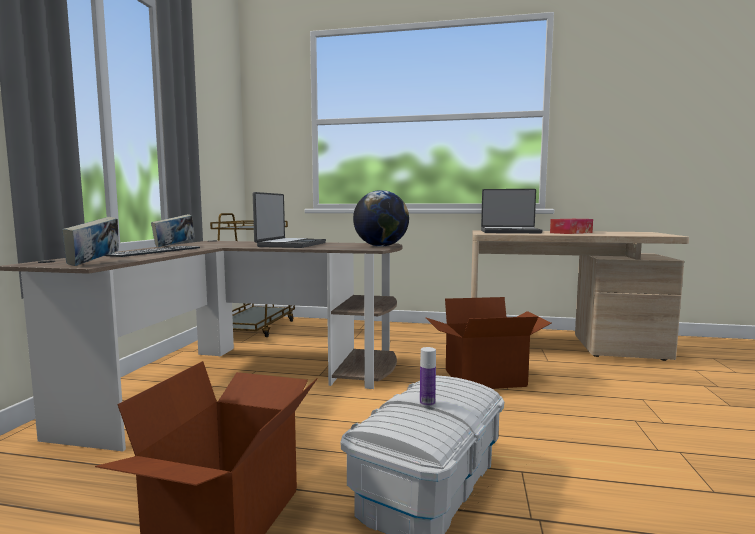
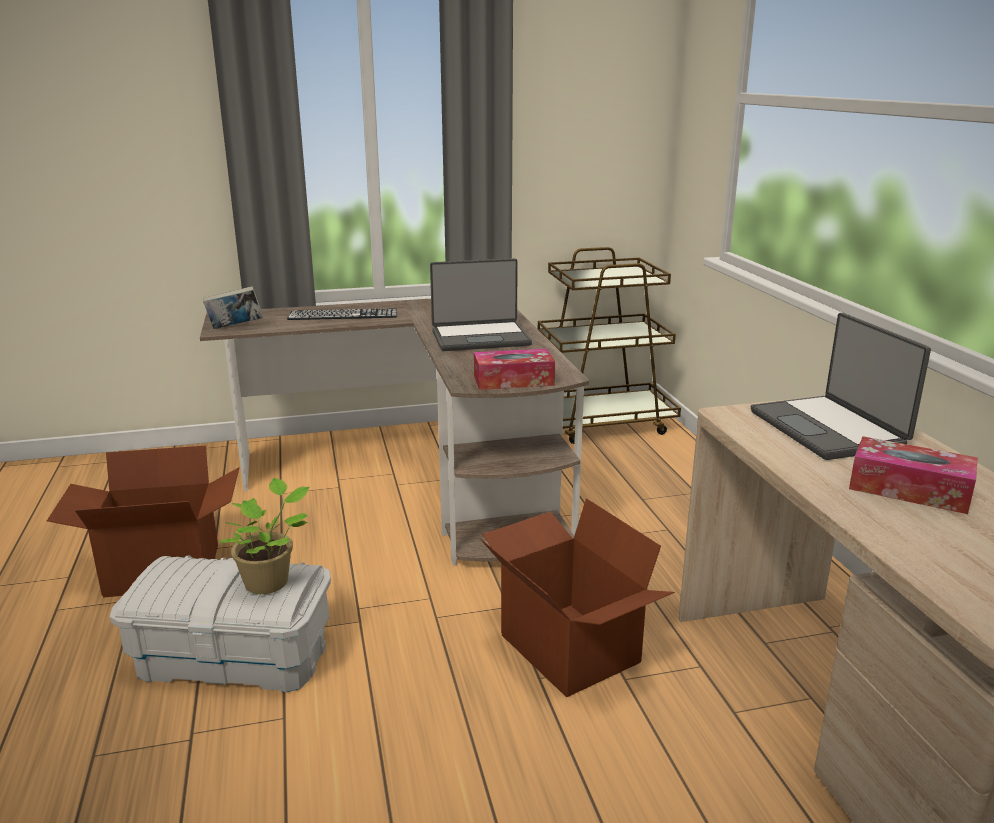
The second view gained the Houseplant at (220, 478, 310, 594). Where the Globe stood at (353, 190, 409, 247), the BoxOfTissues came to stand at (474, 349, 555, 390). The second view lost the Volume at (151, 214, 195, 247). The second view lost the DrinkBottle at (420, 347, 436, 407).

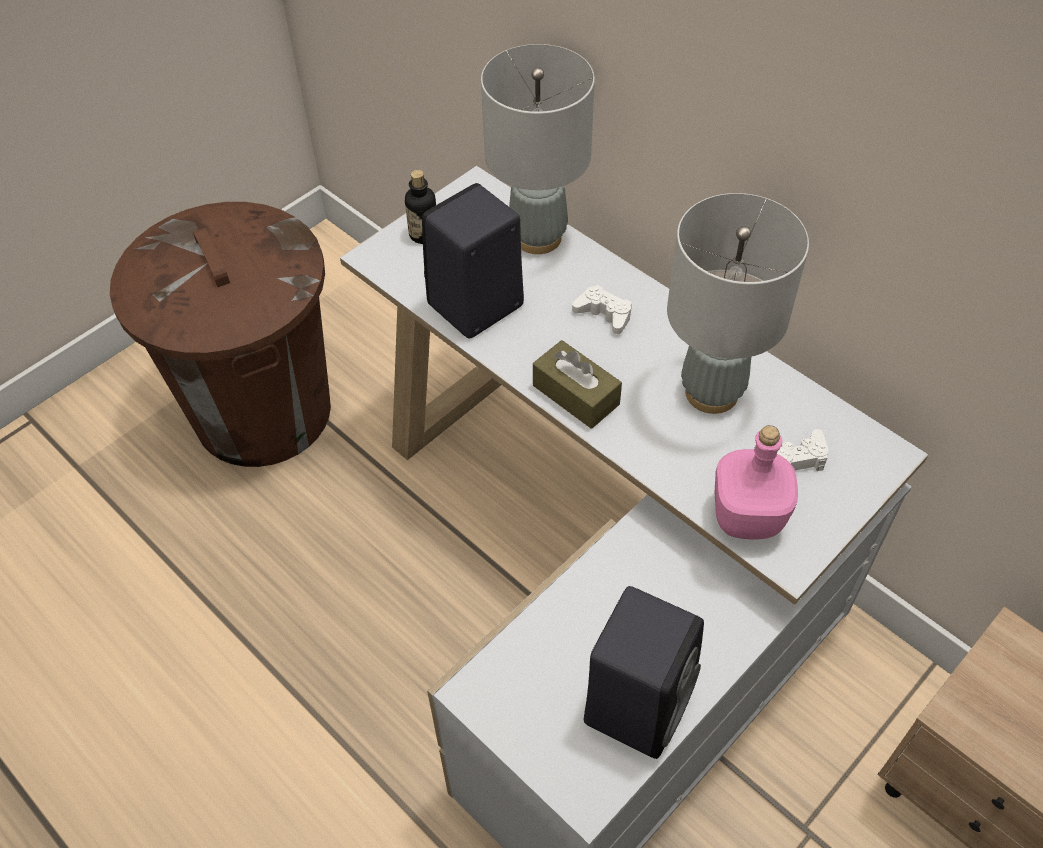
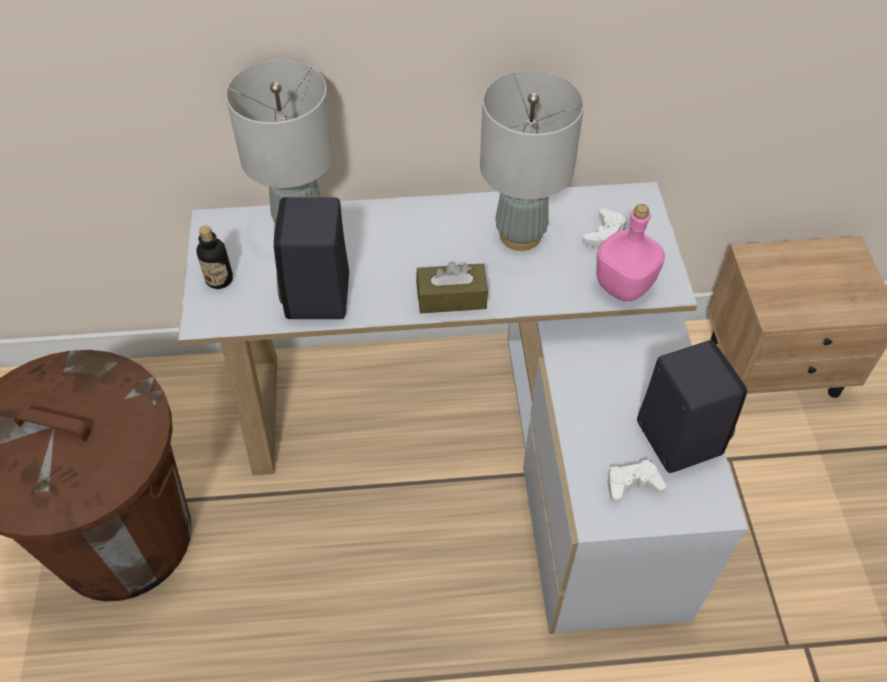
The WhiteColouredJoypad ended up elsewhere, having gone from (572, 285, 632, 334) to (607, 460, 666, 503).

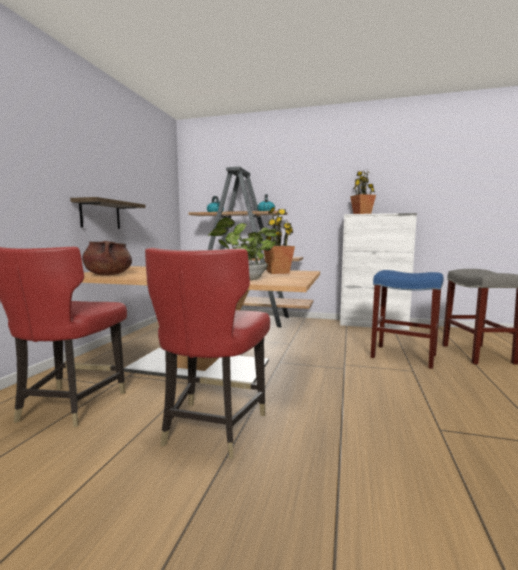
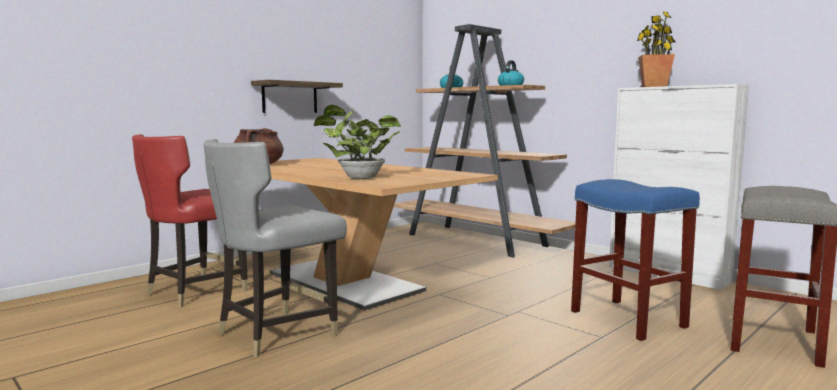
What was the RedColouredUprightChair at (145, 248, 270, 459) turned into the GreyishUprightChair at (203, 139, 347, 357). The second view lost the Houseplant at (263, 207, 295, 274).

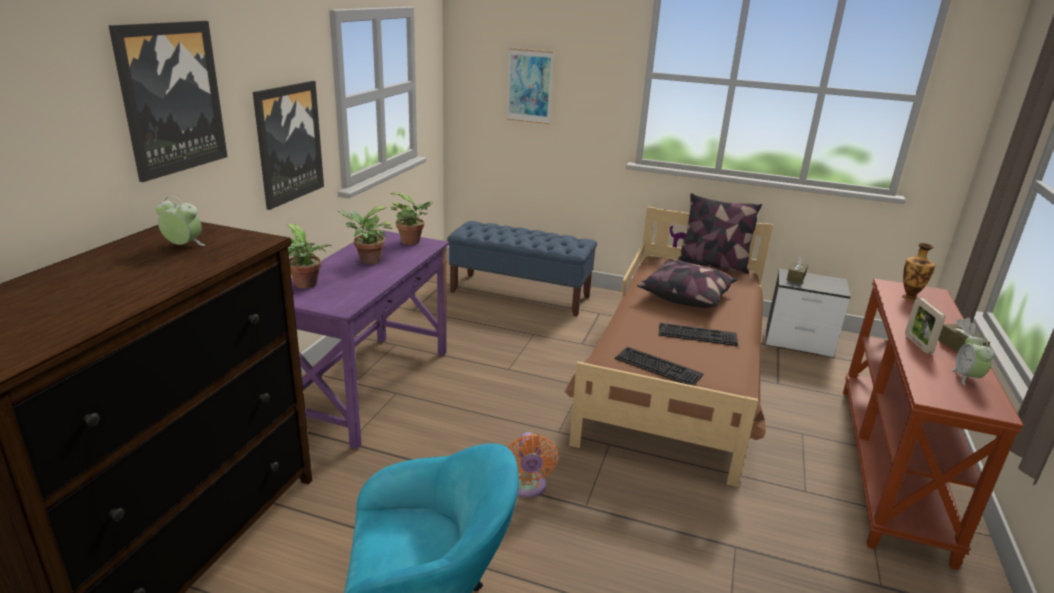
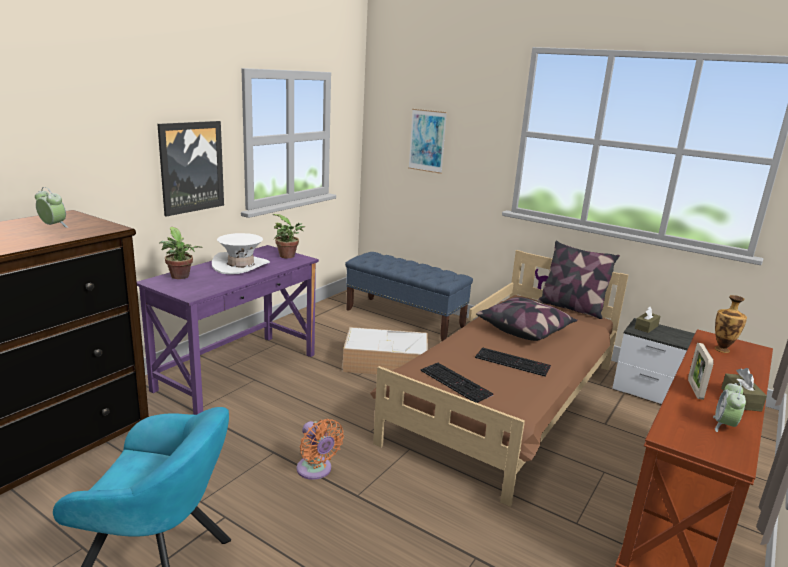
Where the Houseplant stood at (338, 206, 393, 264), the WhiteColouredClothingHat came to stand at (212, 233, 270, 274). The OrangeyCoolingFan at (508, 432, 558, 498) ended up facing another way, 45 degrees counterclockwise from before. The second view gained the StorageBox at (343, 327, 428, 374). The second view lost the WallArt at (108, 21, 227, 182).

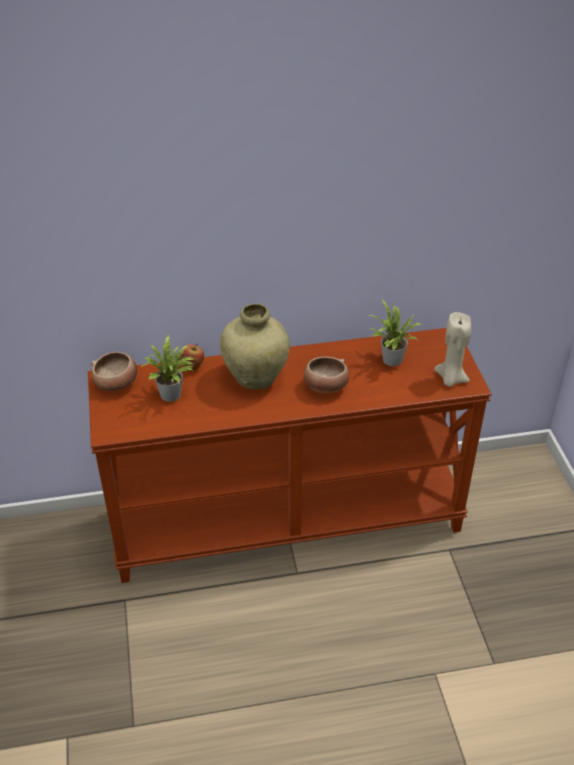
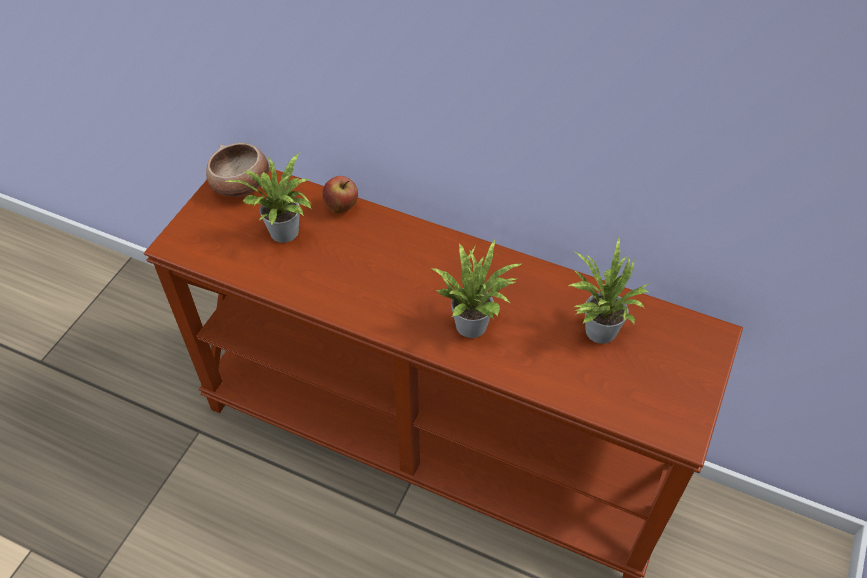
Where the Bowl stood at (304, 357, 349, 393), the Houseplant came to stand at (431, 239, 521, 338). The second view lost the BeigeColouredDecorativeVase at (220, 304, 290, 390). The second view lost the BeigeColouredWaxLight at (434, 312, 471, 387).

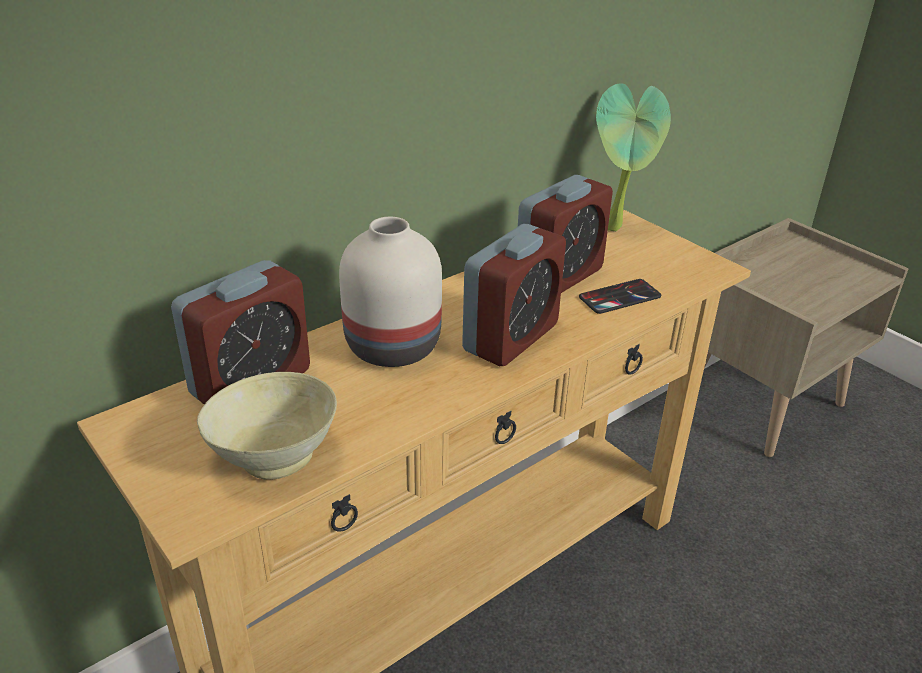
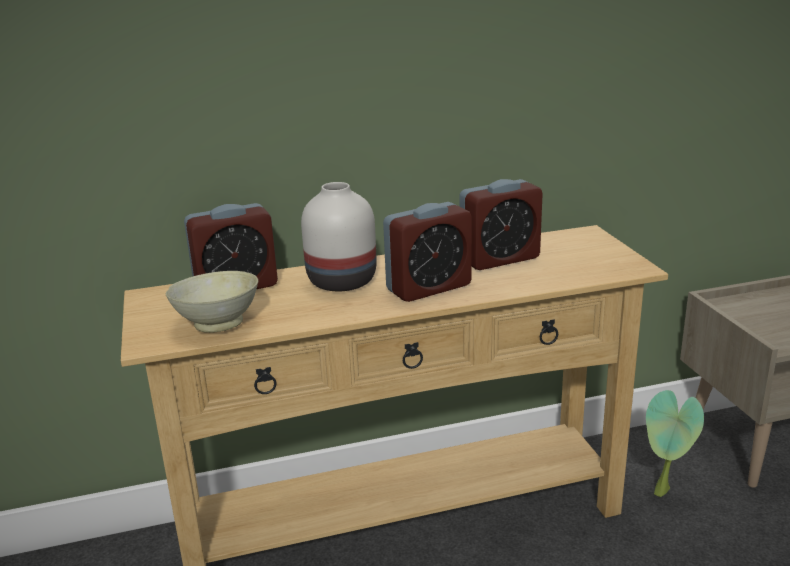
The Houseplant ended up elsewhere, having gone from (596, 83, 671, 231) to (646, 390, 704, 497). The second view lost the Handset at (579, 279, 661, 314).

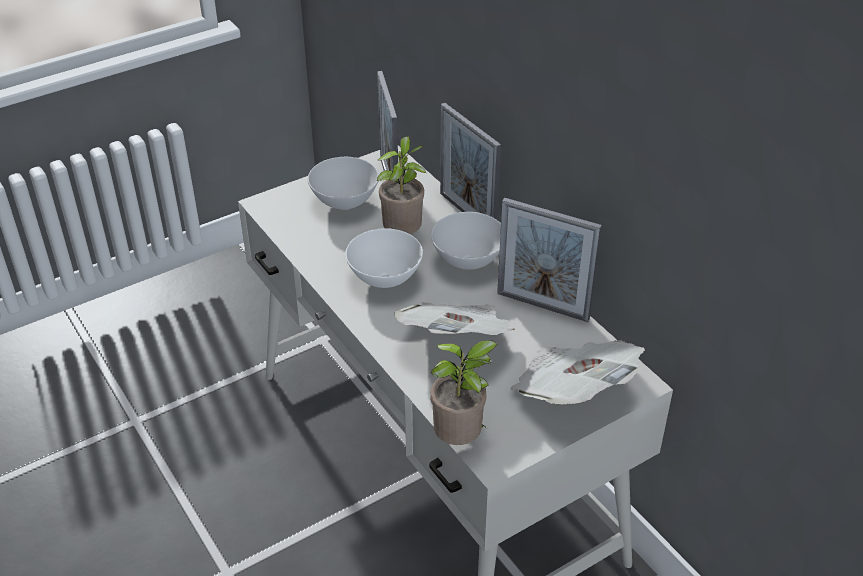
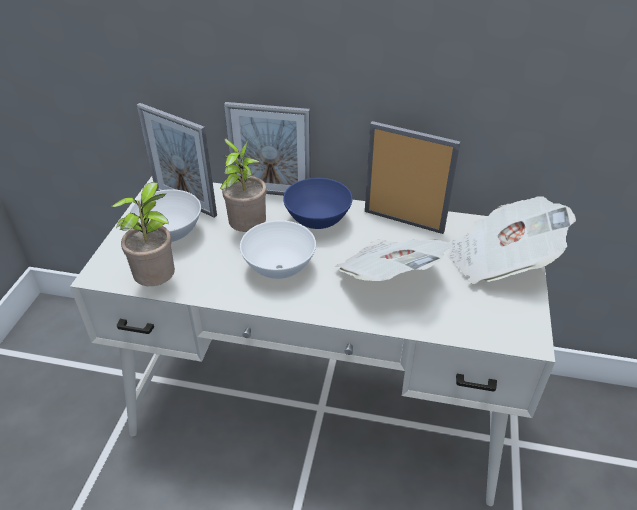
The Houseplant ended up elsewhere, having gone from (430, 340, 498, 445) to (112, 182, 175, 286). What was the WhiteColouredBowl at (431, 212, 501, 270) turned into the BlueColouredBowl at (283, 178, 353, 229). The StandingFrame at (497, 198, 602, 322) ended up facing another way, 135 degrees counterclockwise from before.

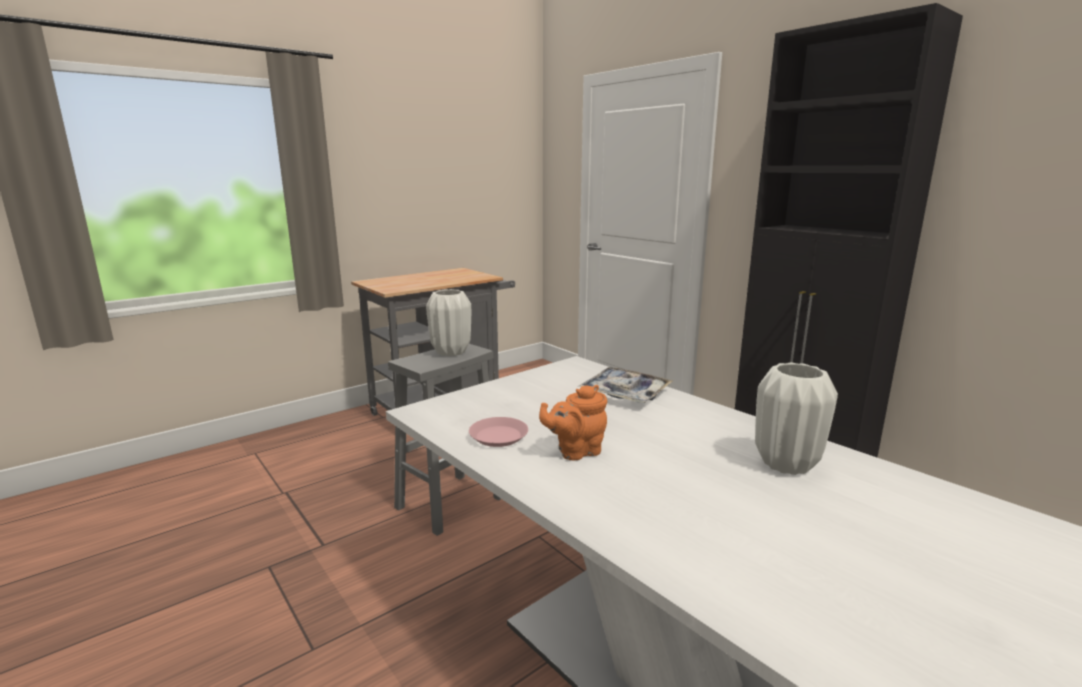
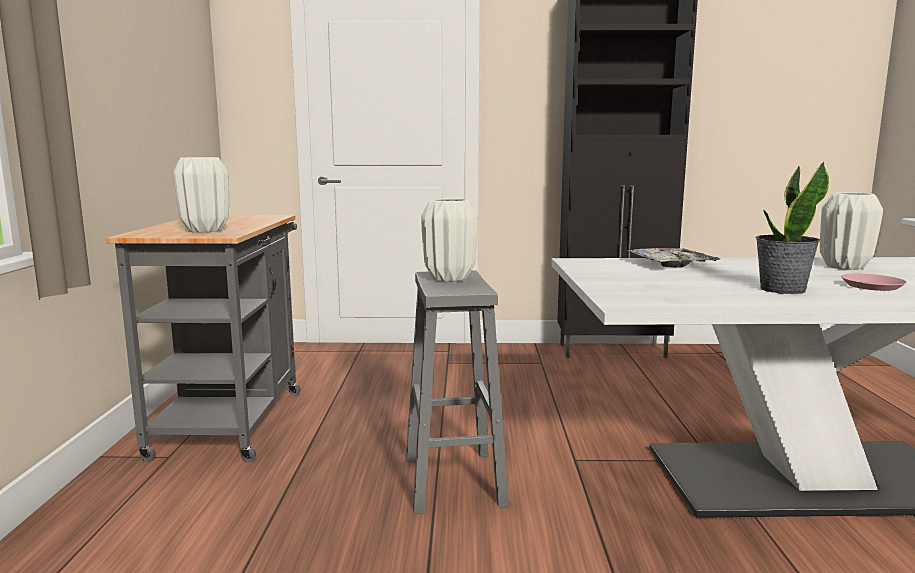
The second view gained the WhiteColouredDecorativeVase at (173, 157, 229, 233). Where the OrangeyPotForTea stood at (539, 385, 607, 460), the Houseplant came to stand at (756, 161, 829, 294). The PinkFlatDish ended up elsewhere, having gone from (469, 417, 528, 447) to (841, 274, 907, 291).

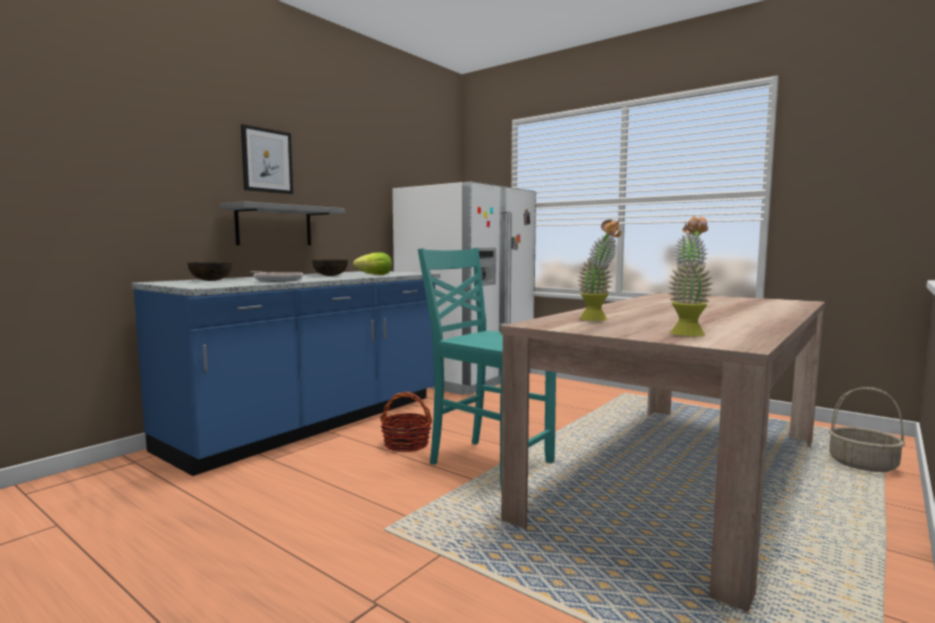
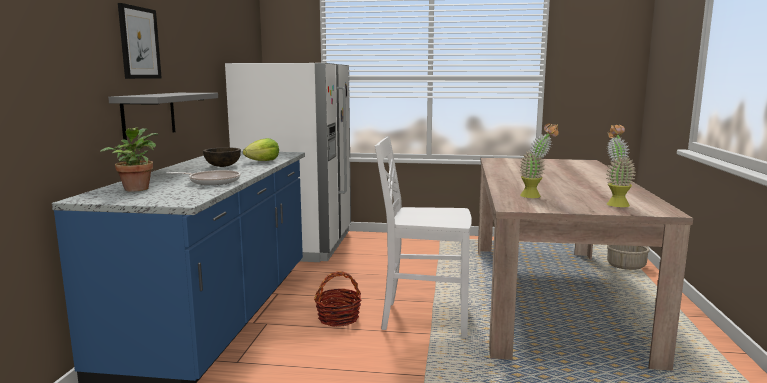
Where the BrownishBowl stood at (187, 261, 232, 281), the Houseplant came to stand at (100, 128, 158, 192). What was the TurquoiseUprightChair at (418, 248, 556, 488) turned into the WhiteColouredUprightChair at (375, 136, 472, 337).

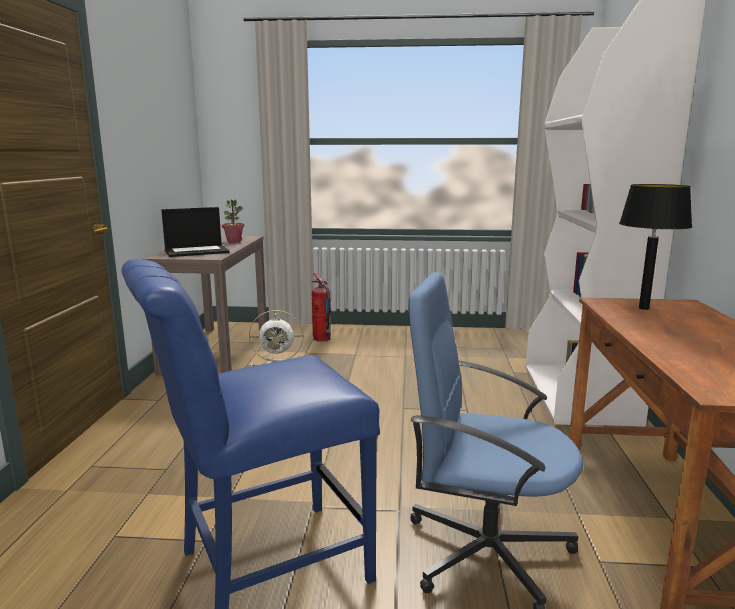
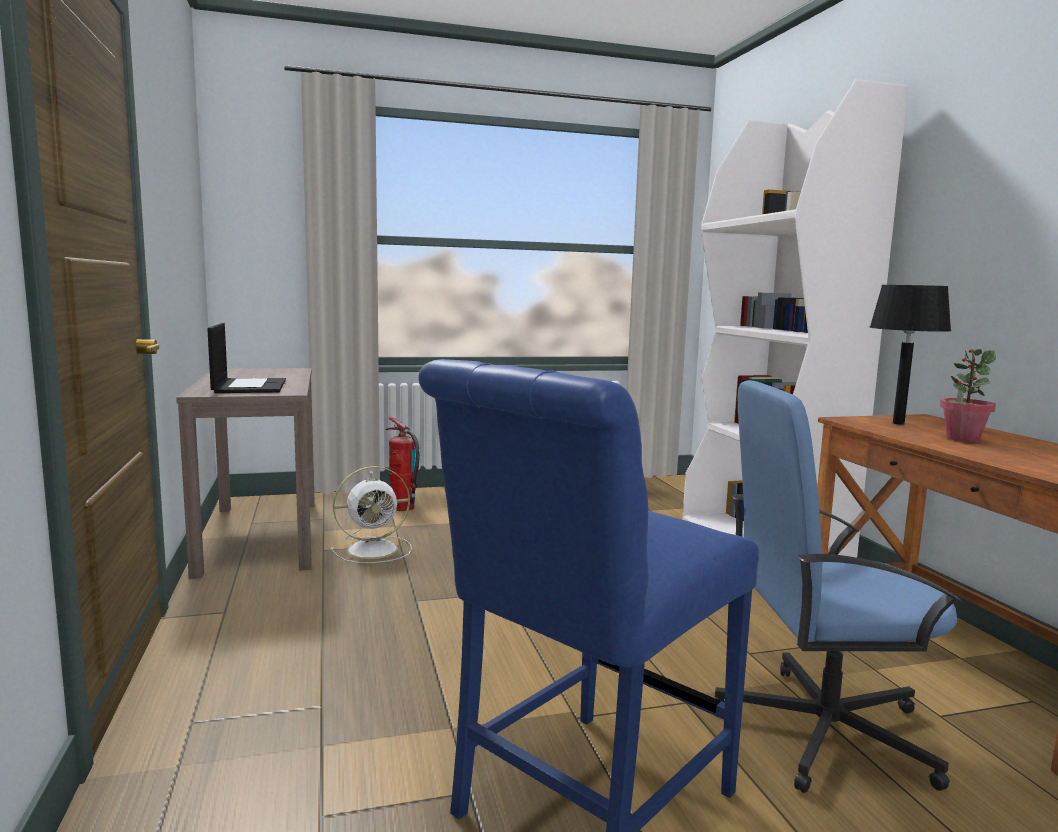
The PortableComputer at (161, 207, 230, 257) ended up facing another way, 60 degrees counterclockwise from before. The Houseplant ended up elsewhere, having gone from (222, 200, 244, 243) to (940, 349, 996, 442).

